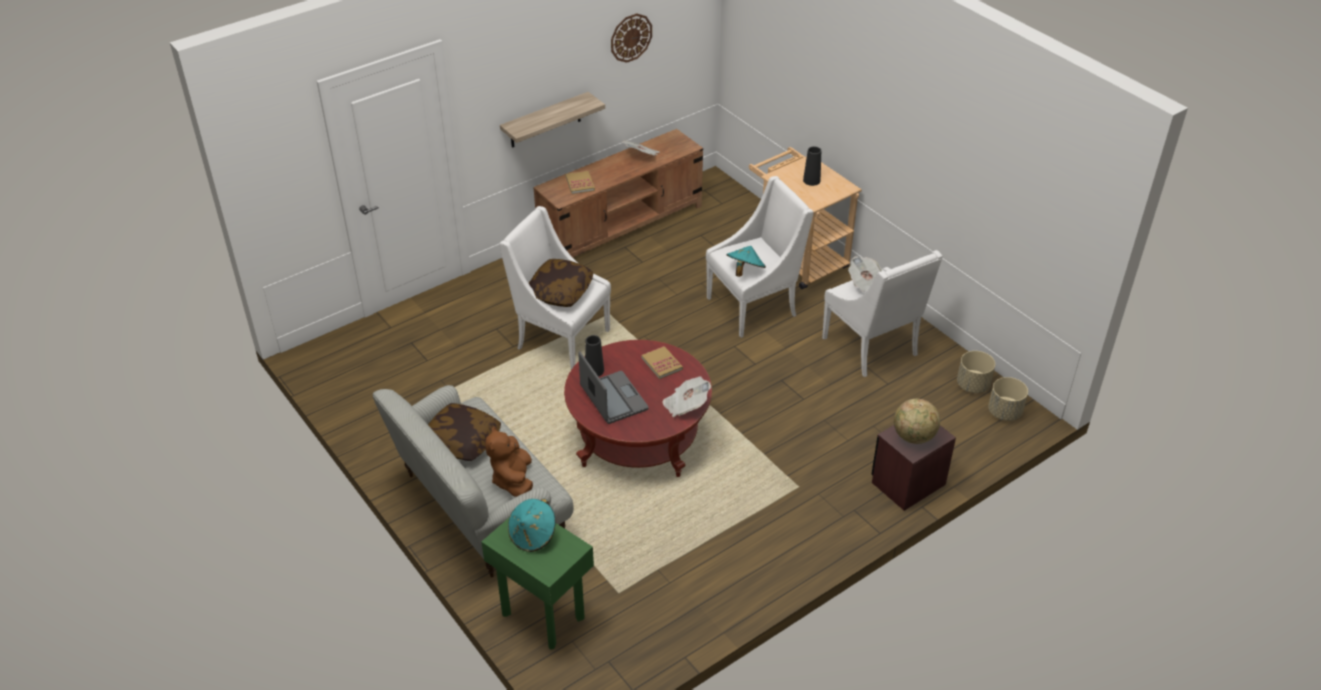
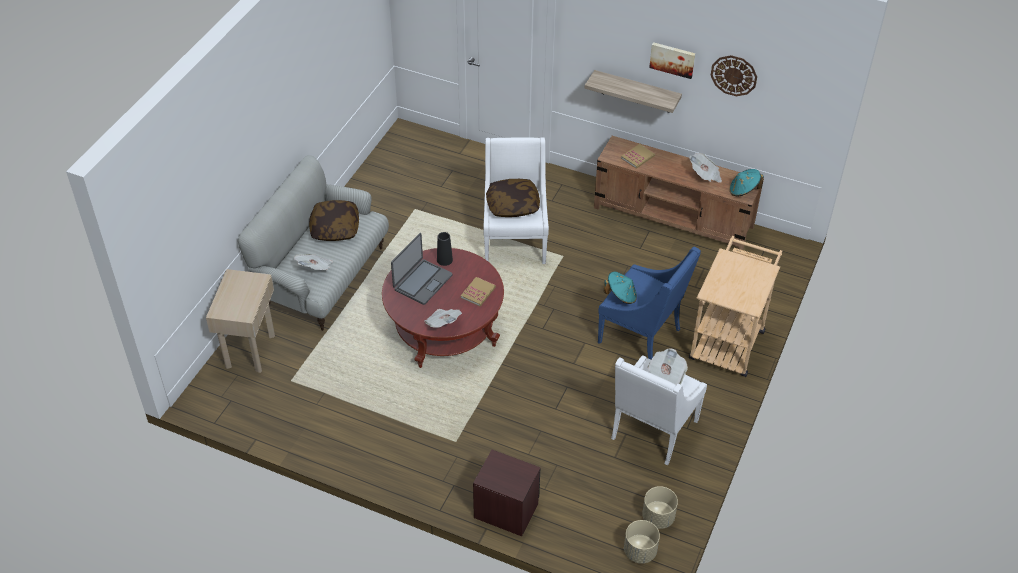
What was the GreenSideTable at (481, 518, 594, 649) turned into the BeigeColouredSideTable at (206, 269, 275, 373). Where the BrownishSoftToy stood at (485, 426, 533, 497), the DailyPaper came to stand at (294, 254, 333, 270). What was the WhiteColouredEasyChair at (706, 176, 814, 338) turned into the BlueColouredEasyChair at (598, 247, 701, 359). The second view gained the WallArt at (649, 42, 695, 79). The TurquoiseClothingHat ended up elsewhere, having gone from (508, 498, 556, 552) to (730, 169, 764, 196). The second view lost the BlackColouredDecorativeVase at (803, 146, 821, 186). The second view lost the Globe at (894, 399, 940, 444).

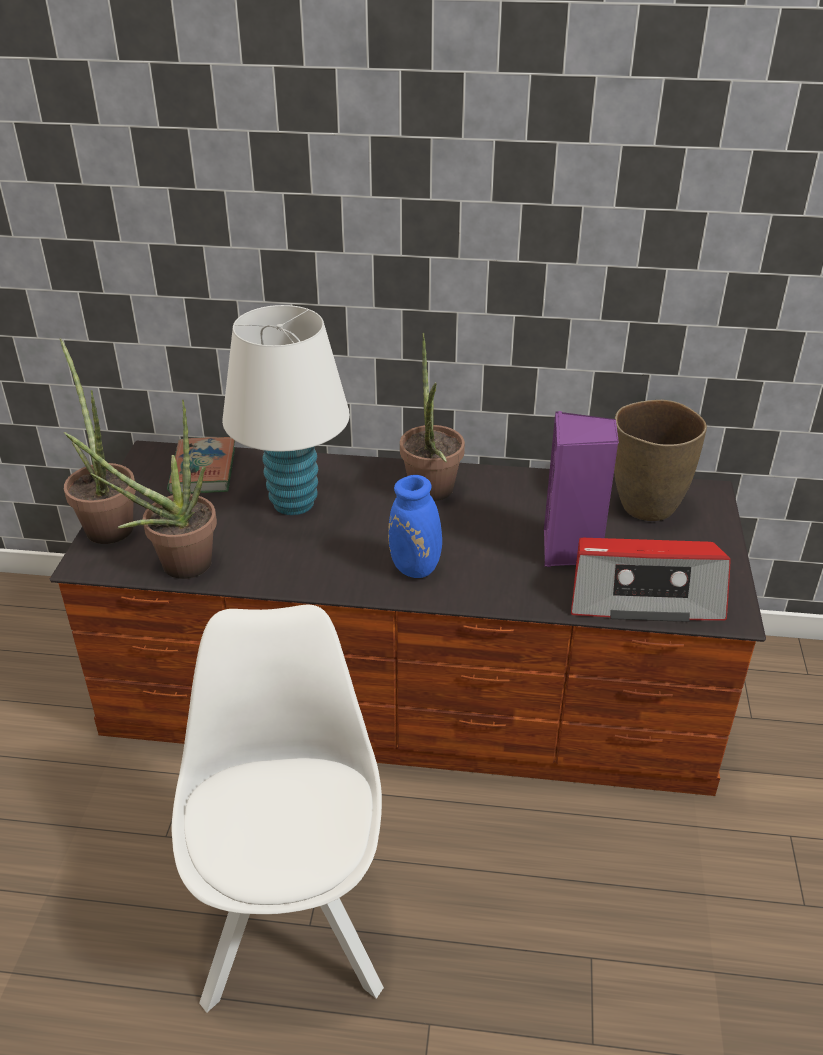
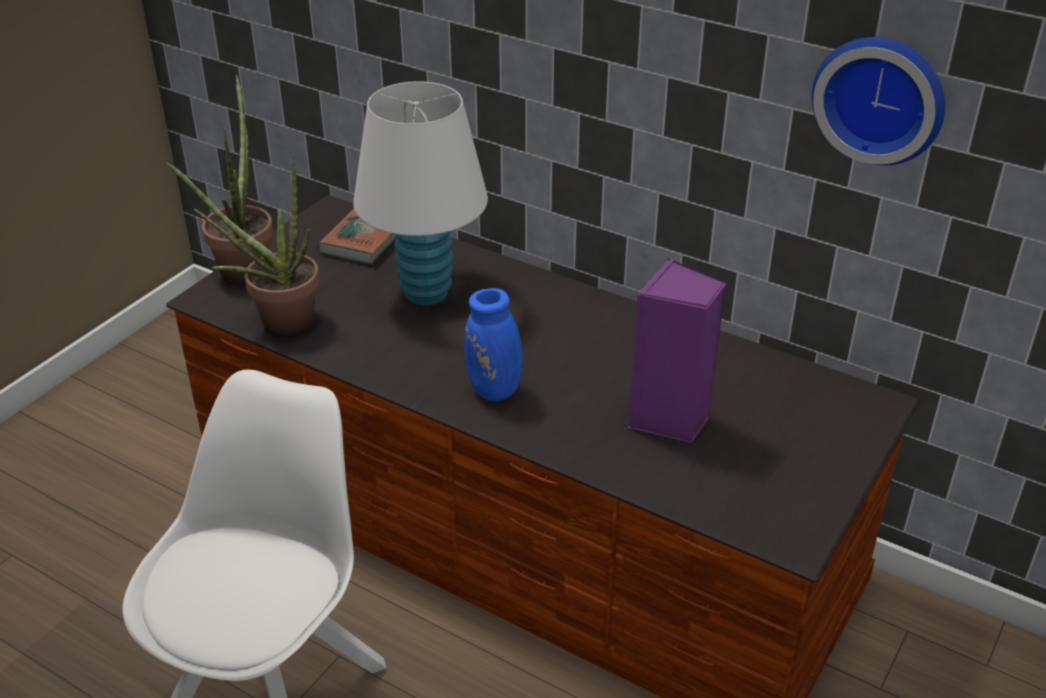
The second view gained the WallClock at (812, 37, 945, 166). The second view lost the Houseplant at (400, 333, 465, 501). The second view lost the RadioReceiver at (571, 538, 731, 622). The second view lost the BrownishDecorativeVase at (614, 400, 707, 521).

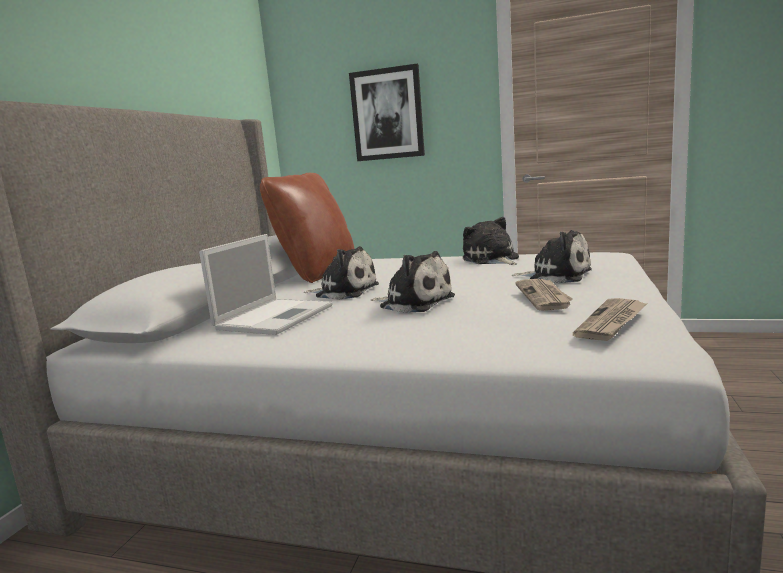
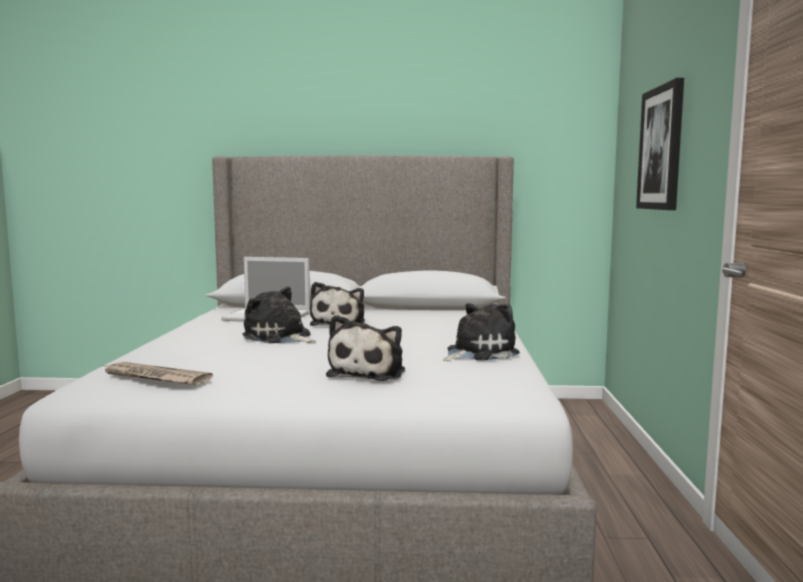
The SoftToy at (371, 251, 455, 313) ended up facing another way, 105 degrees clockwise from before. The second view lost the BrownishCushion at (260, 173, 355, 283). The second view lost the DailyPaper at (516, 279, 573, 311).

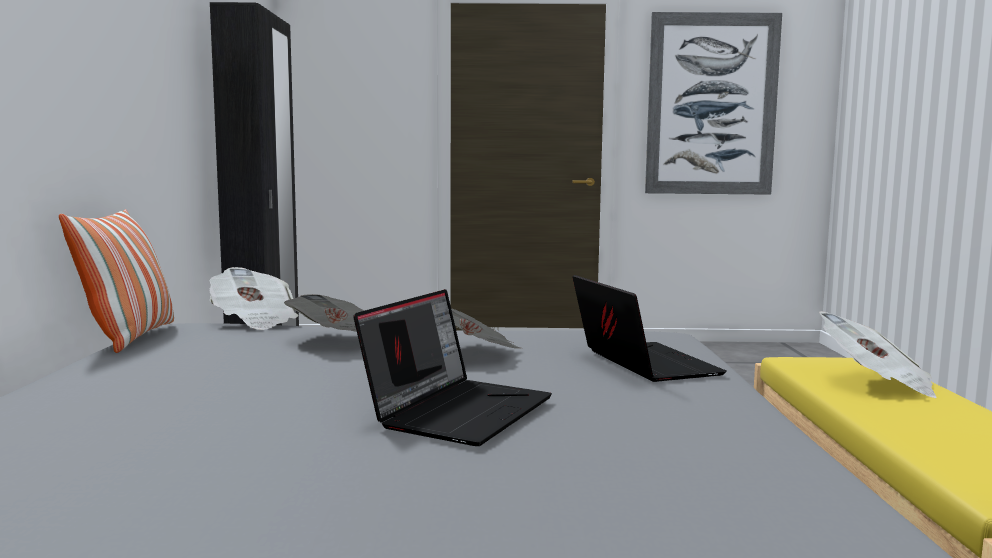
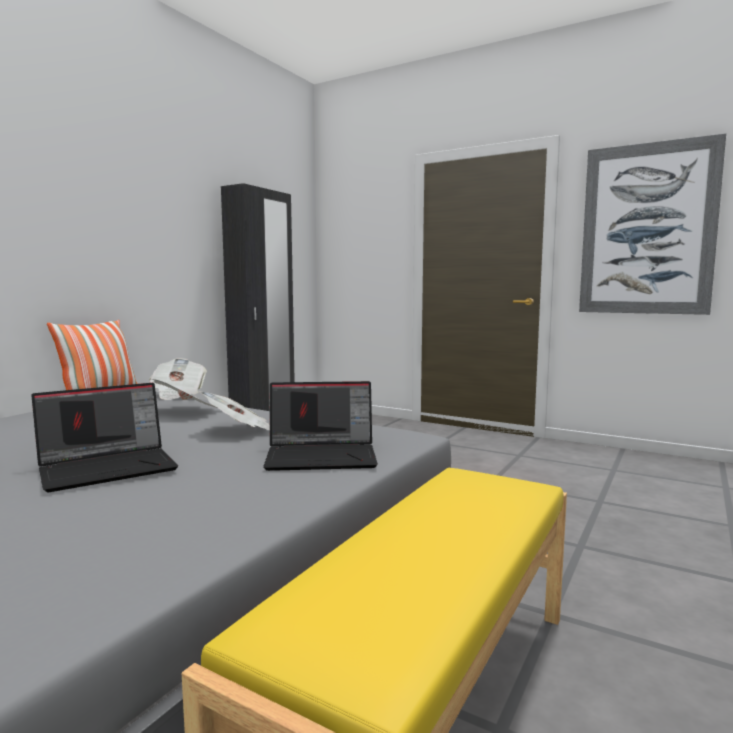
The PortableComputer at (572, 275, 727, 382) ended up facing another way, 75 degrees clockwise from before. The second view lost the DailyPaper at (819, 311, 937, 399).

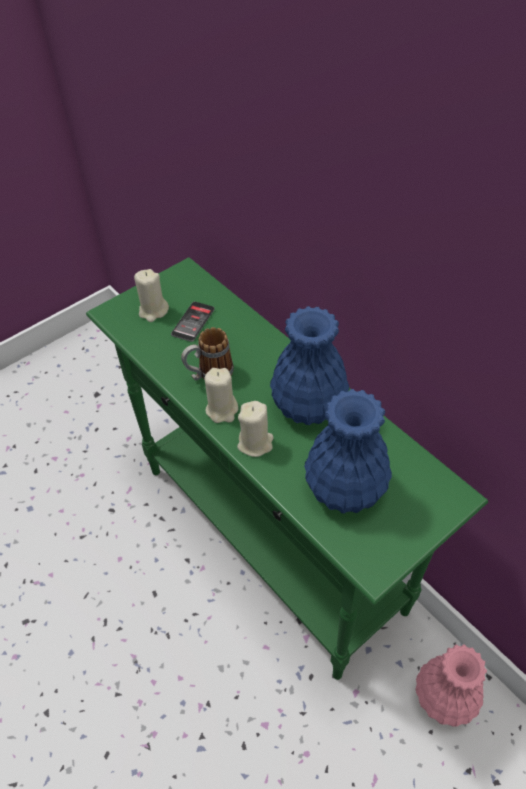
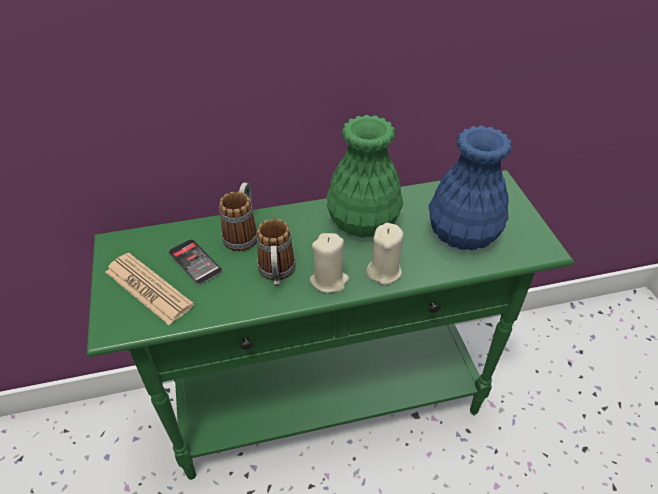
Where the BeigeColouredWaxLight stood at (134, 269, 169, 322), the DailyPaper came to stand at (105, 253, 194, 325). The second view gained the TeaMug at (219, 182, 257, 251). What was the BlueColouredDecorativeVase at (270, 306, 349, 425) turned into the GreenDecorativeVase at (326, 115, 403, 238). The second view lost the PinkDecorativeVase at (415, 645, 487, 727).

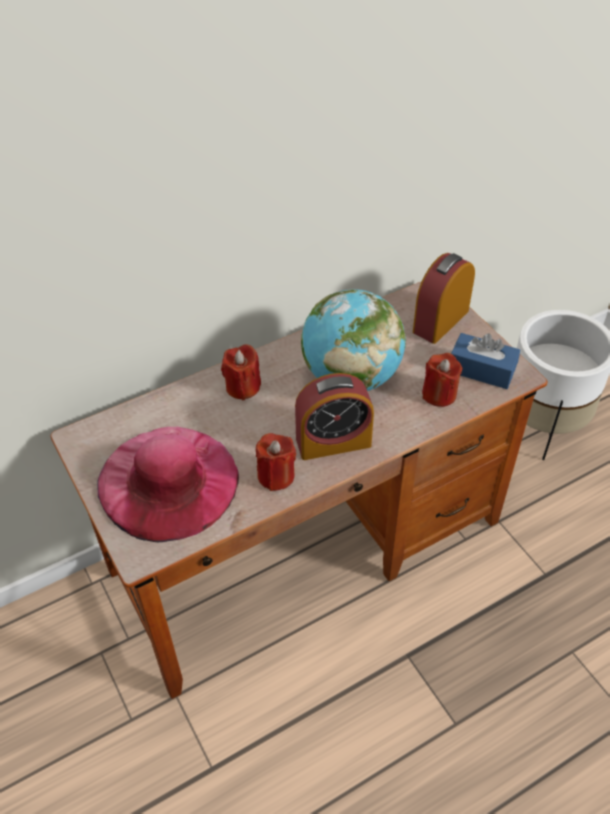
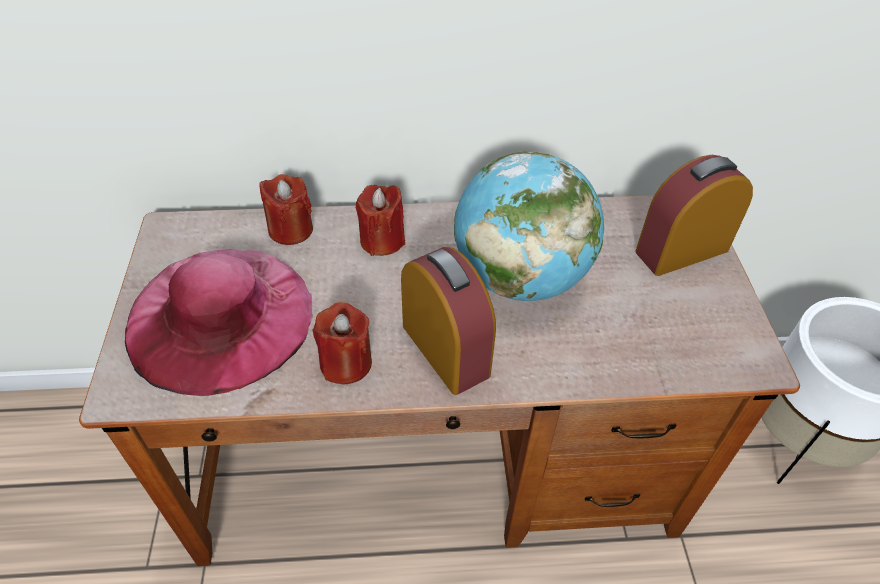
The RedColouredWaxLight ended up elsewhere, having gone from (422, 353, 463, 407) to (259, 174, 313, 245). The AlarmClock at (295, 373, 374, 460) ended up facing another way, 135 degrees counterclockwise from before. The second view lost the BlueColouredBoxOfTissues at (451, 333, 520, 389).

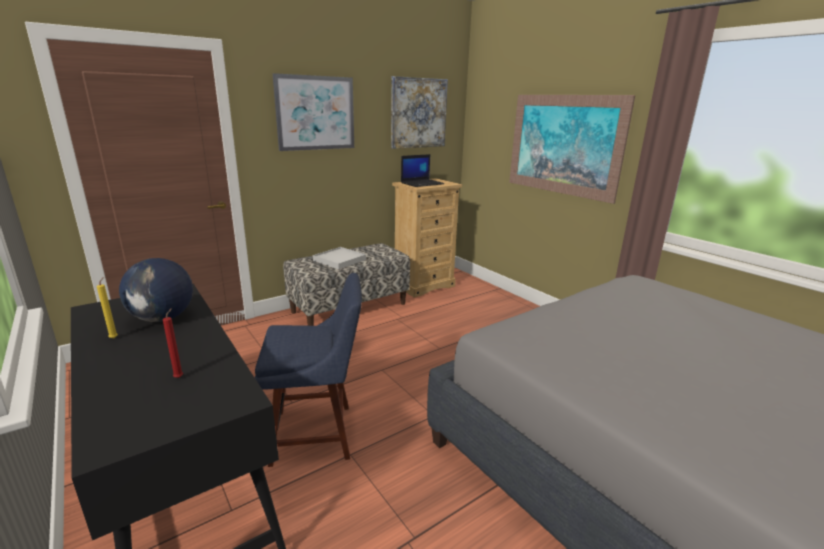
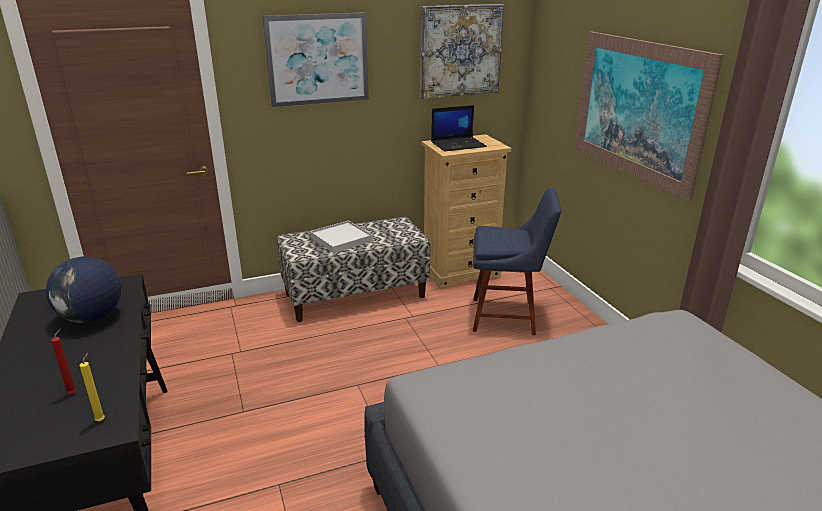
The YellowWaxLight ended up elsewhere, having gone from (97, 277, 118, 339) to (80, 353, 105, 421). The BlueColouredUprightChair ended up elsewhere, having gone from (255, 273, 362, 467) to (473, 188, 561, 335).

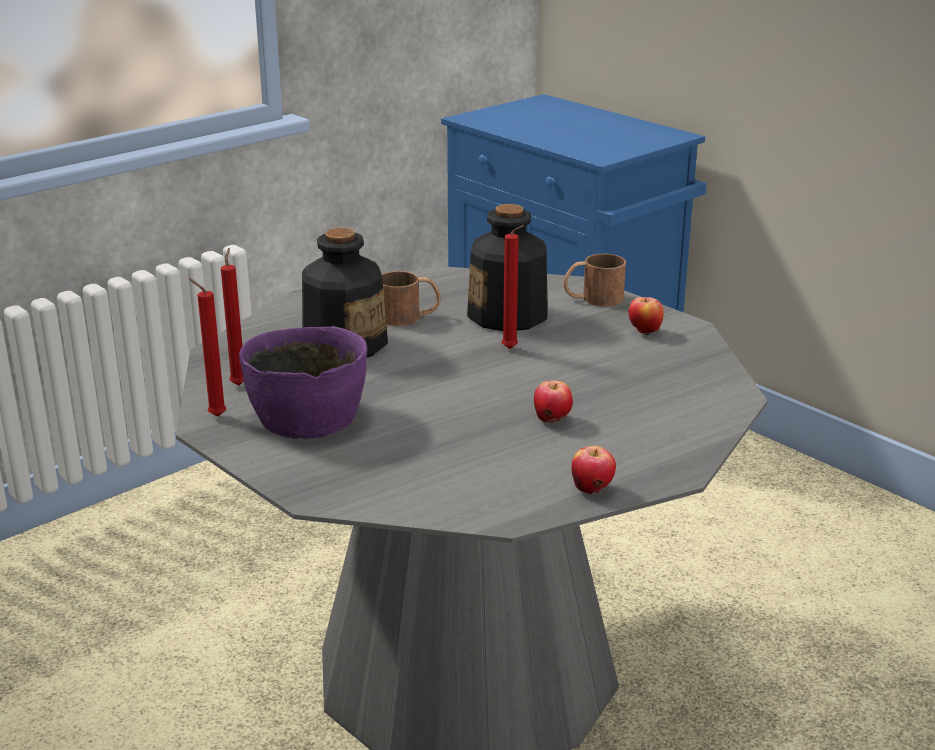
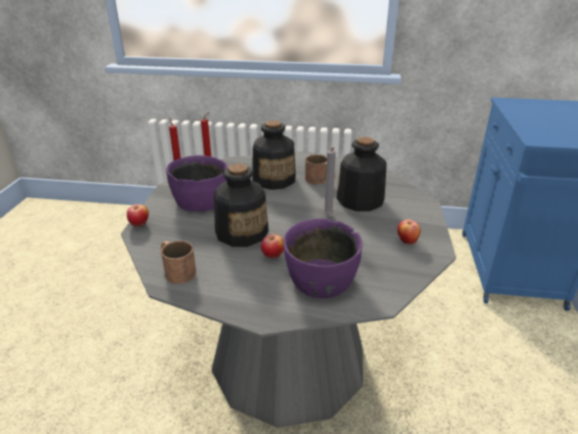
The WholeApple ended up elsewhere, having gone from (572, 446, 616, 495) to (127, 204, 149, 226). The BrownishTeaMug ended up elsewhere, having gone from (563, 254, 626, 306) to (161, 241, 196, 284). The second view gained the DrinkBottle at (214, 164, 269, 247). The second view gained the PurpleColouredBowl at (284, 218, 362, 299). What was the RedColouredWaxLight at (502, 225, 524, 349) turned into the GreyishWaxLight at (324, 148, 336, 215).

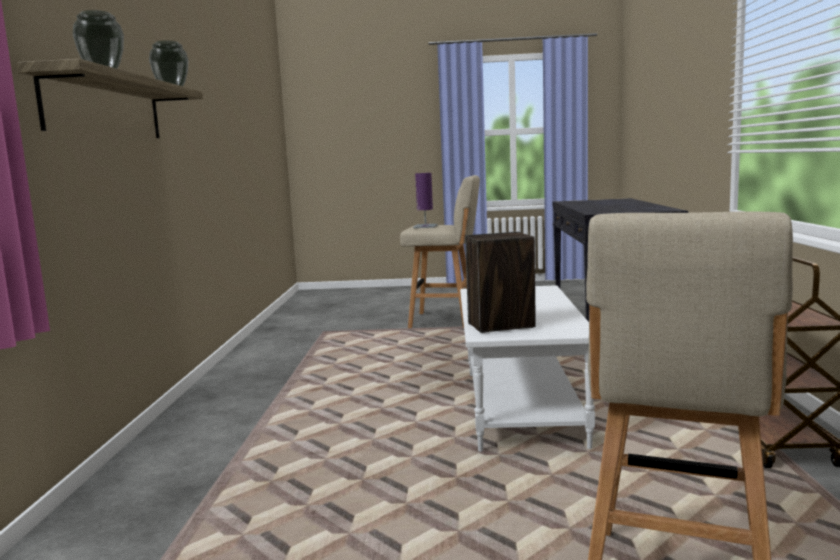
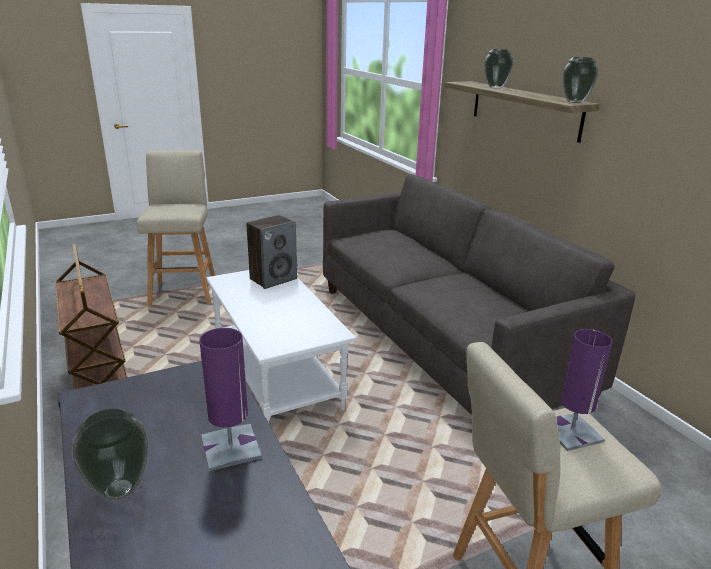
The second view gained the DecorativeVase at (72, 409, 148, 500). The second view gained the PurpleColouredLampForATable at (199, 328, 262, 471). The second view gained the GreyishSettee at (323, 174, 635, 415).

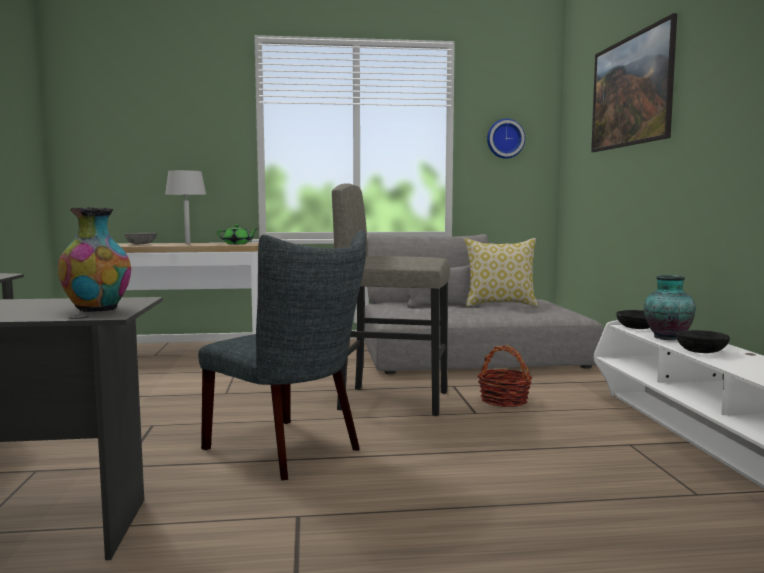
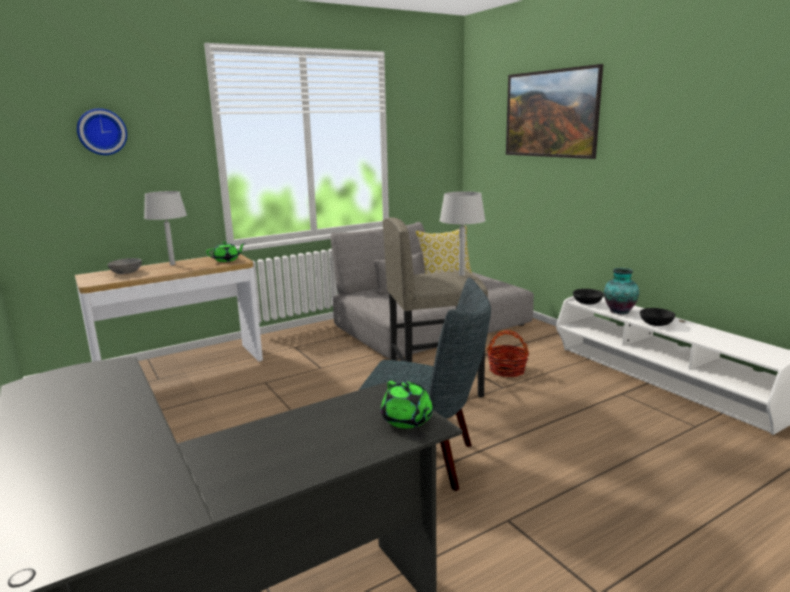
The WallClock ended up elsewhere, having gone from (487, 119, 525, 159) to (77, 108, 127, 155). Where the DecorativeVase stood at (58, 207, 131, 312), the GreenPotForTea came to stand at (381, 381, 433, 429). The second view gained the GreyishLampForATable at (440, 191, 486, 276).

